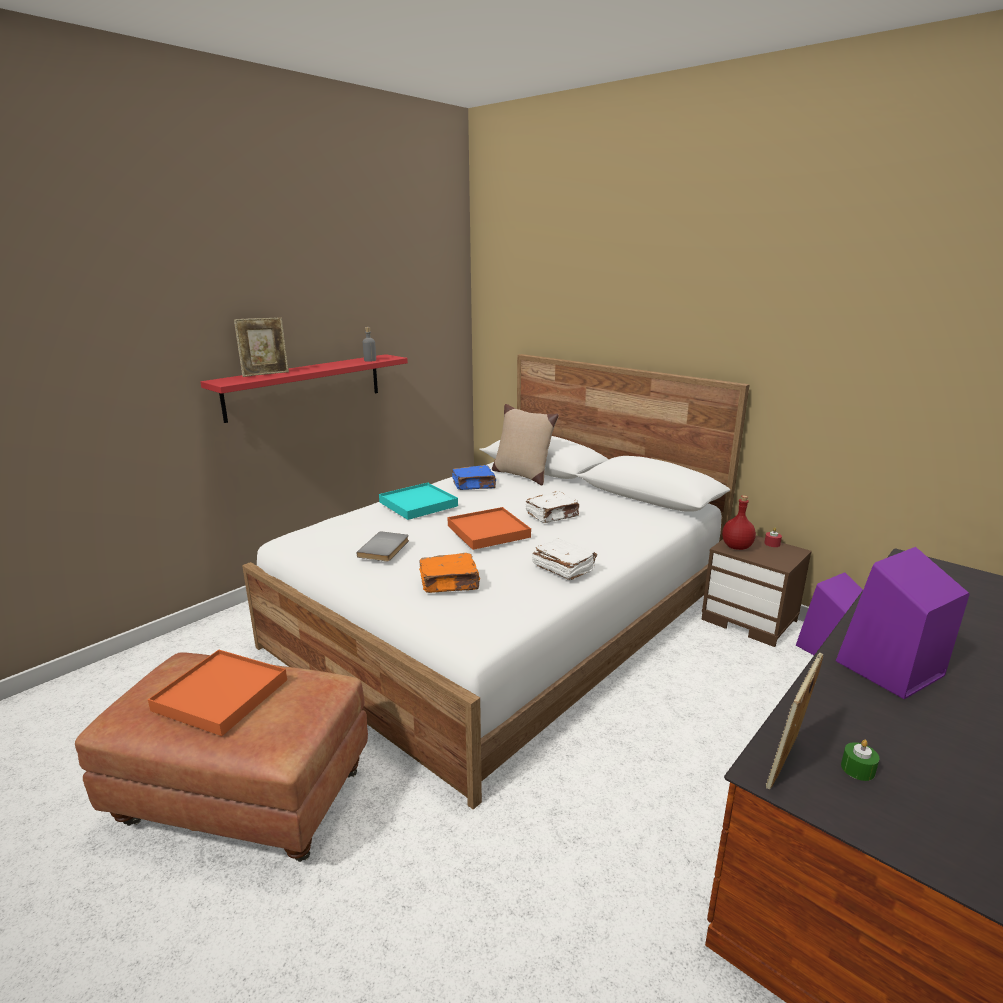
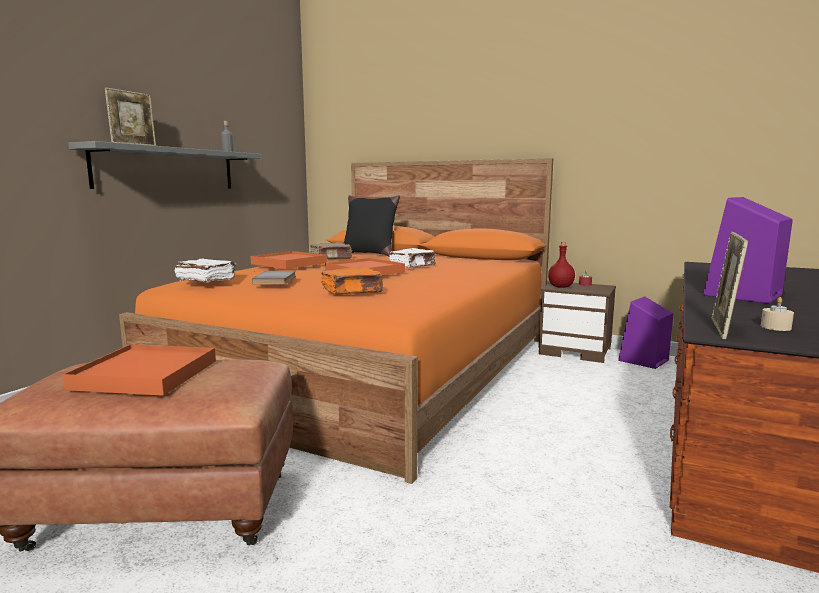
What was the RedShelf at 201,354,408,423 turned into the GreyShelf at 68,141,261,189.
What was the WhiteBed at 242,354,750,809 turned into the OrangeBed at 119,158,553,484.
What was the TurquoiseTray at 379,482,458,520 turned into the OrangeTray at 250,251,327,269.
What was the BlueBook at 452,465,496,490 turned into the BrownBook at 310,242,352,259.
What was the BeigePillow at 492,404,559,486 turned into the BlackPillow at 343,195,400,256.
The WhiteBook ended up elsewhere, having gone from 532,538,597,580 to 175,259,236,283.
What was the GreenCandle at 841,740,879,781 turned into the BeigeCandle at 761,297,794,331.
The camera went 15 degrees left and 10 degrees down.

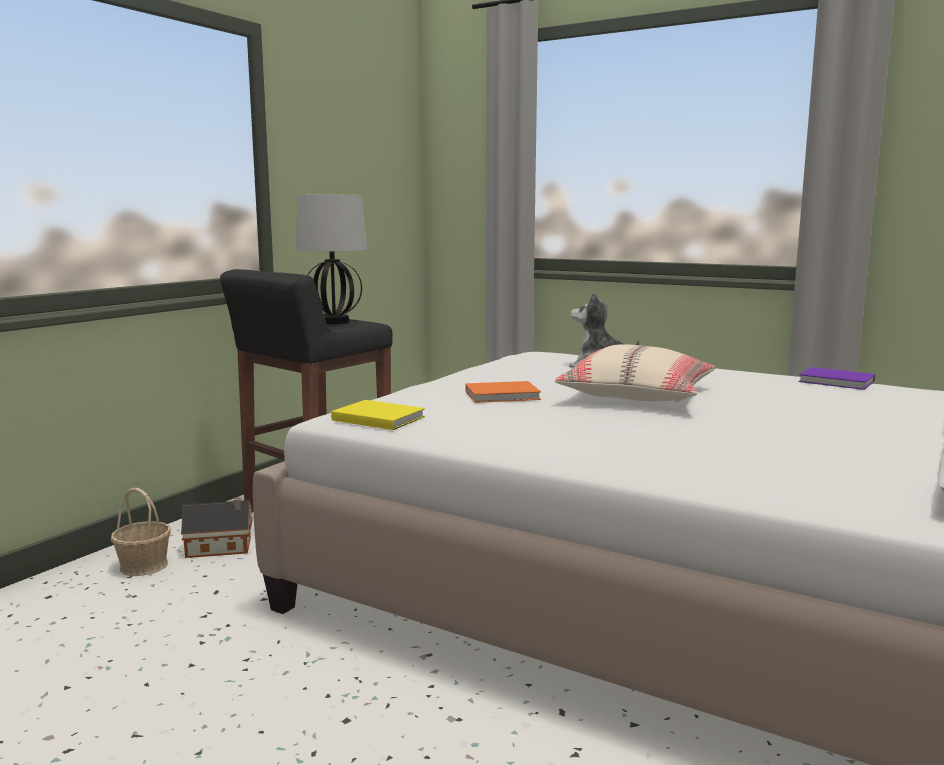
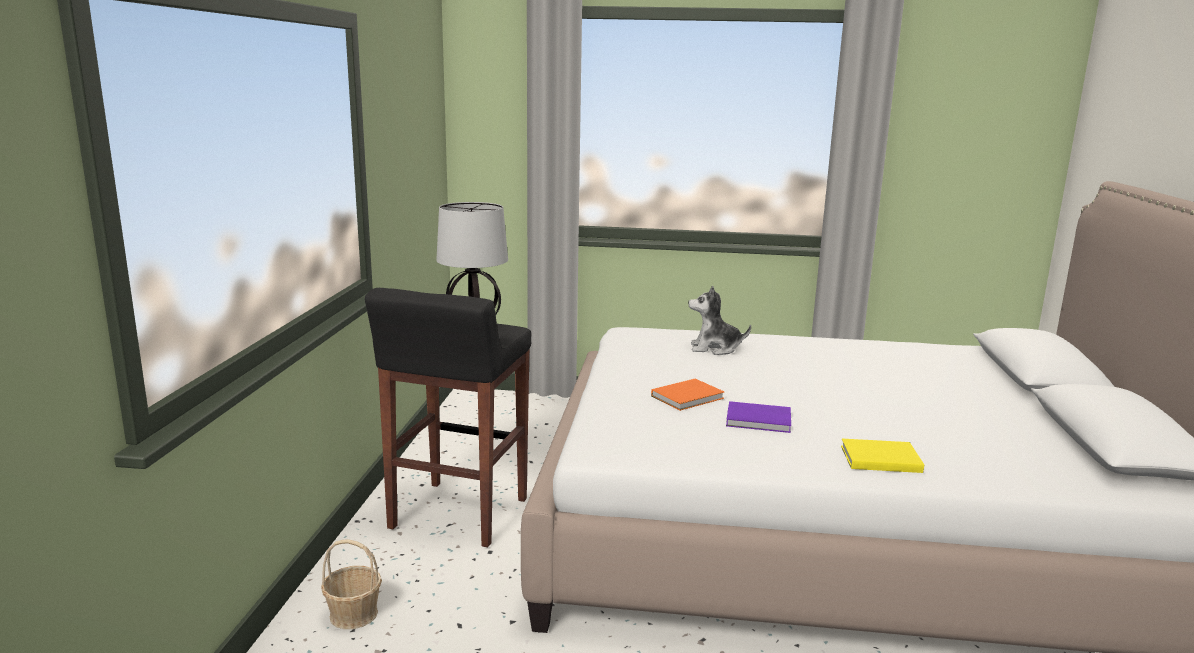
The second view lost the ToyHouse at 181,497,253,558.
The YellowBook ended up elsewhere, having gone from 331,400,425,430 to 841,439,924,473.
The second view lost the BeigePillow at 555,344,715,402.
The PurpleBook ended up elsewhere, having gone from 798,367,875,390 to 726,401,791,433.
The camera went 25 degrees left and 5 degrees up.

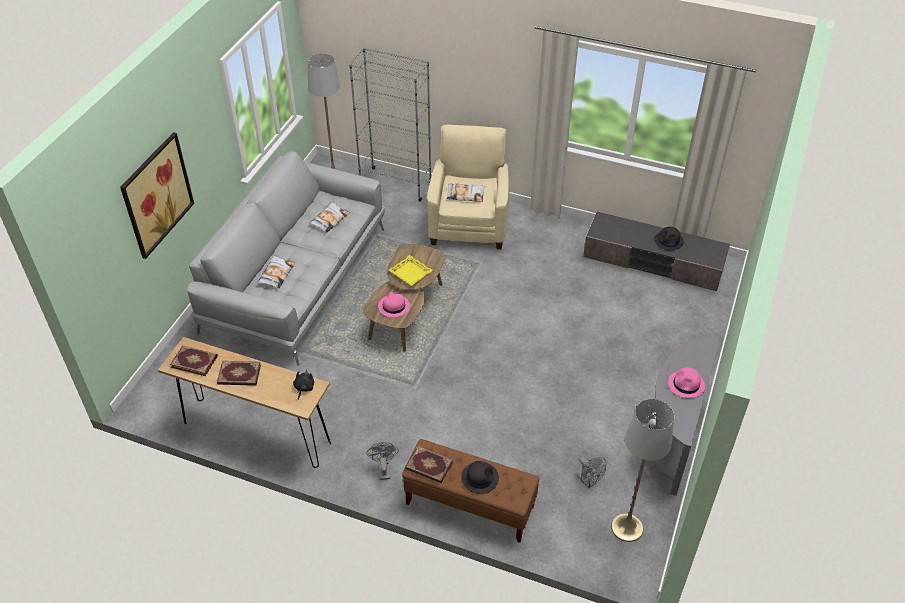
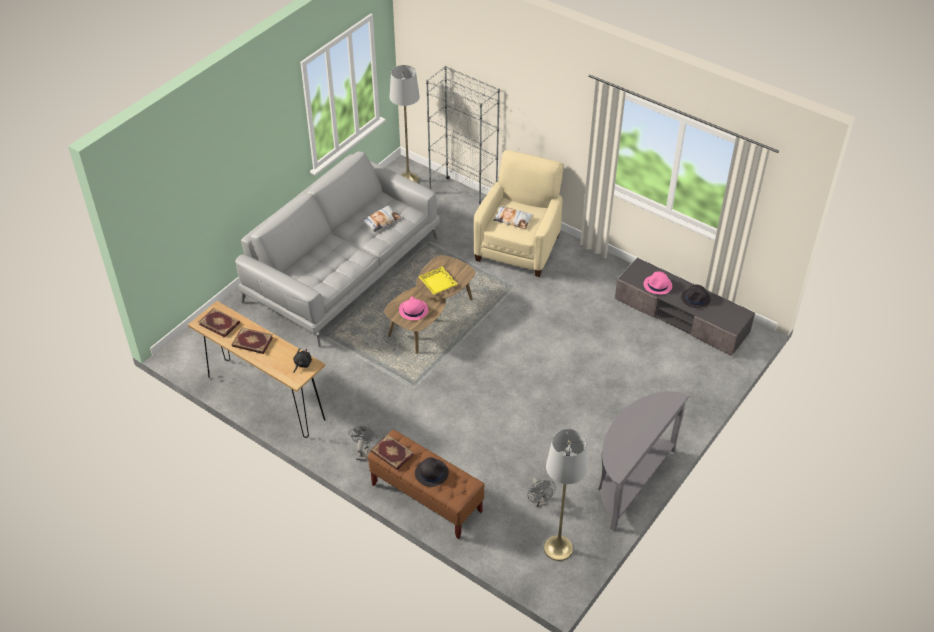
The second view lost the Picture at 120,132,194,259.
The second view lost the Pillow at 258,255,295,288.
The PinkHat ended up elsewhere, having gone from 668,367,705,398 to 644,271,672,294.
The camera went 15 degrees right and 0 degrees up.

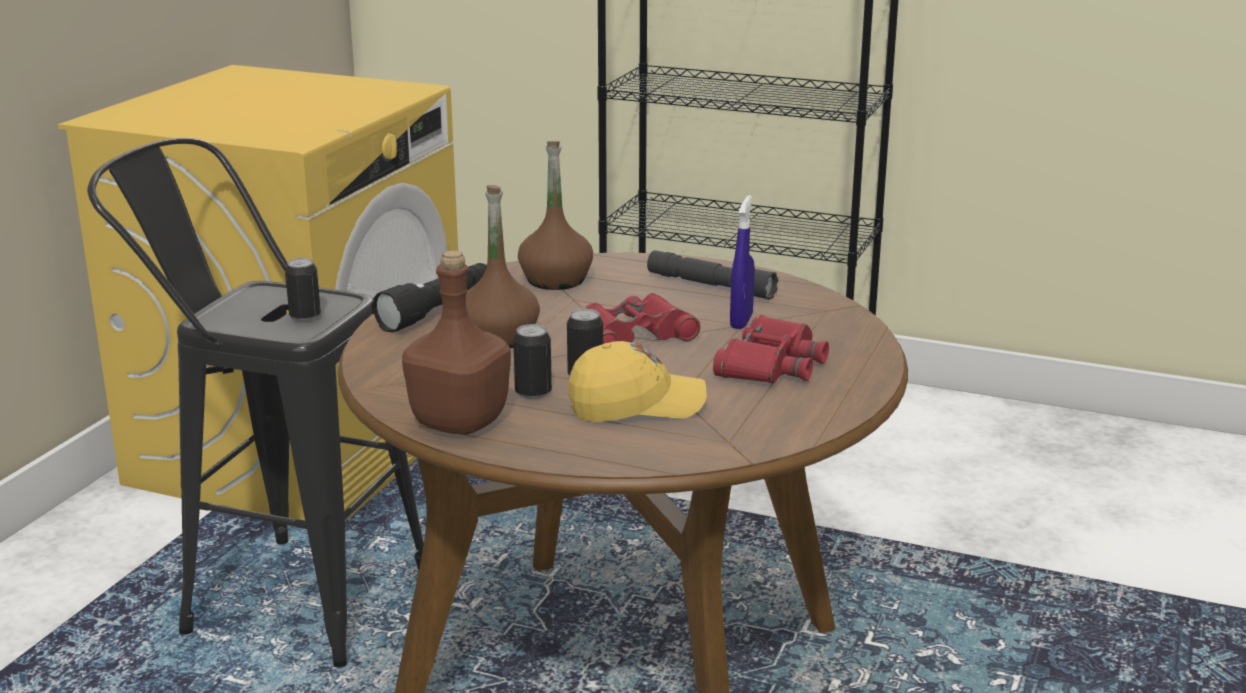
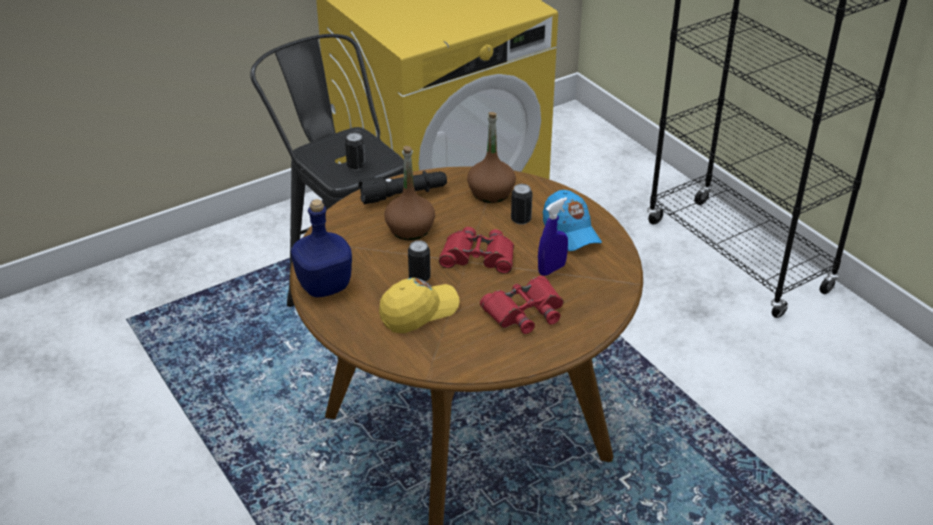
What was the BrownBottle at 402,250,511,435 turned into the BlueBottle at 291,199,352,297.
The Can ended up elsewhere, having gone from 513,324,552,399 to 511,184,532,225.
The YellowCap at 568,341,707,423 ended up facing another way, 60 degrees counterclockwise from before.
Where the GreyFlashlight stood at 647,250,778,300, the BlueCap came to stand at 543,190,602,251.
The camera went 35 degrees right and 15 degrees up.

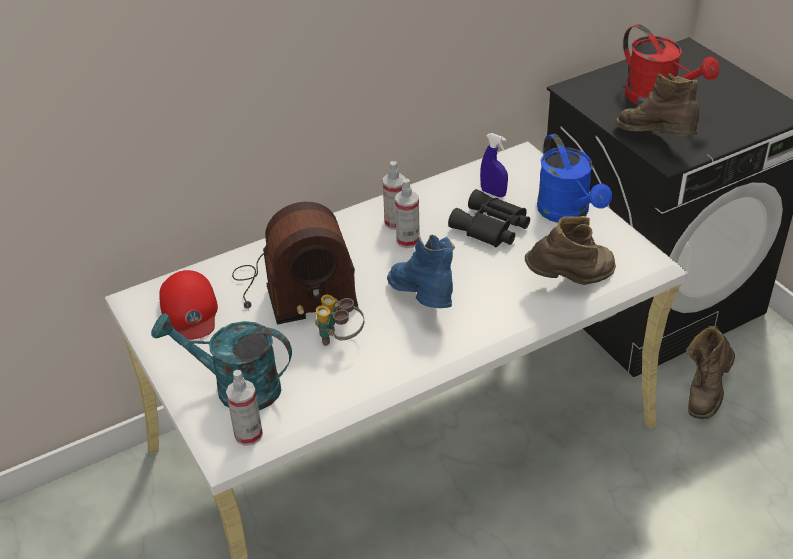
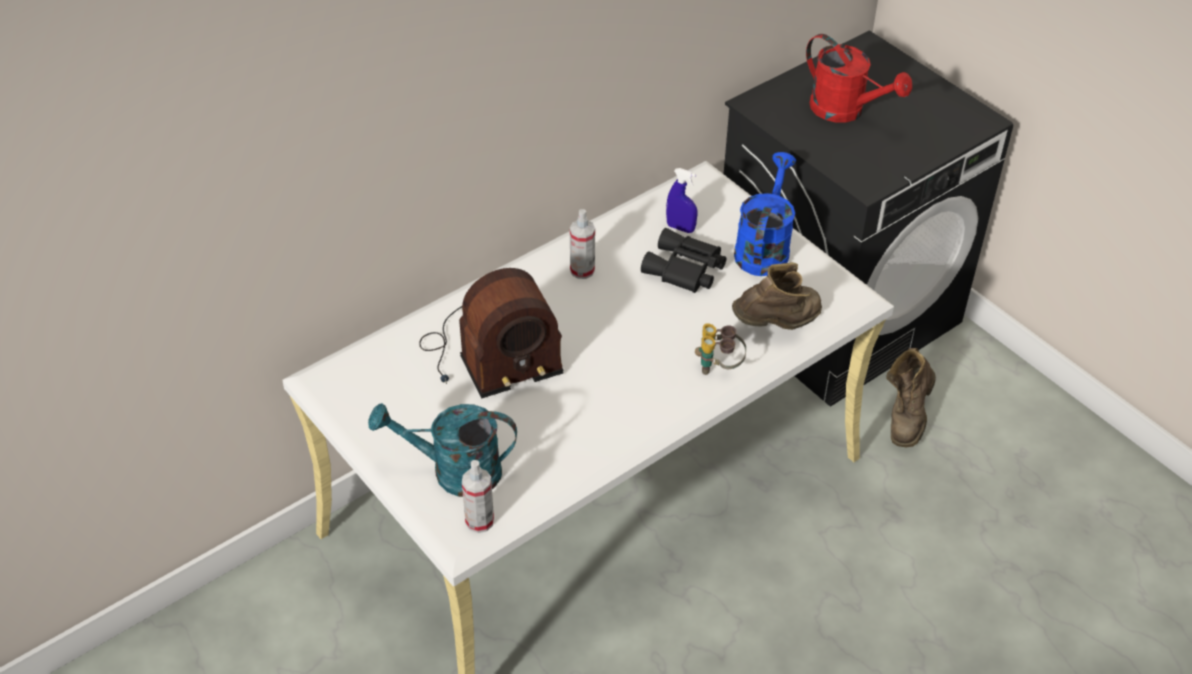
The second view lost the RedCap at 159,270,218,340.
The Binoculars ended up elsewhere, having gone from 315,295,364,346 to 695,323,746,375.
The second view lost the BlueBoot at 387,235,455,308.
The second view lost the SprayBottle at 395,178,420,248.
The BlueWateringCan at 537,134,612,223 ended up facing another way, 135 degrees counterclockwise from before.
The second view lost the BrownBoot at 615,73,699,136.
The camera went 10 degrees left and 5 degrees up.

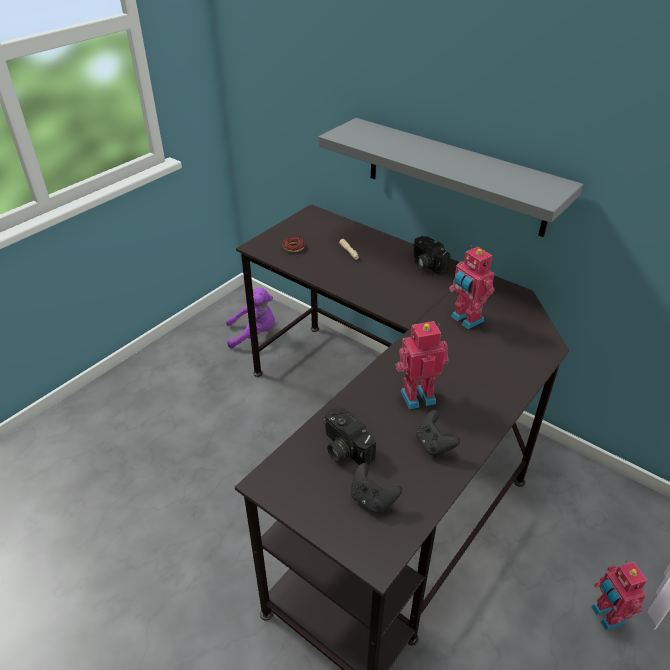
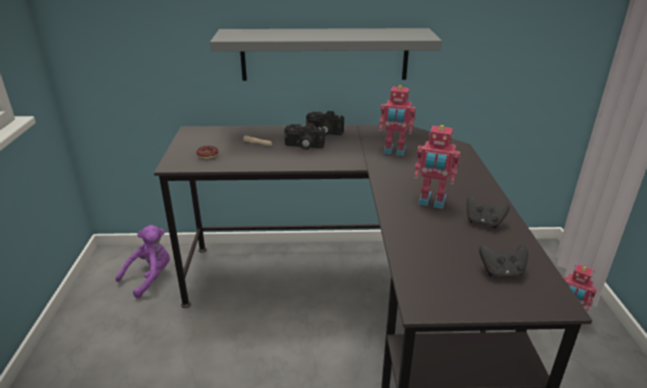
The PhotoCamera ended up elsewhere, having gone from 323,407,376,465 to 284,123,325,150.
The ToyRobot at 395,321,449,409 ended up facing another way, 105 degrees counterclockwise from before.
The camera went 40 degrees left and 10 degrees down.

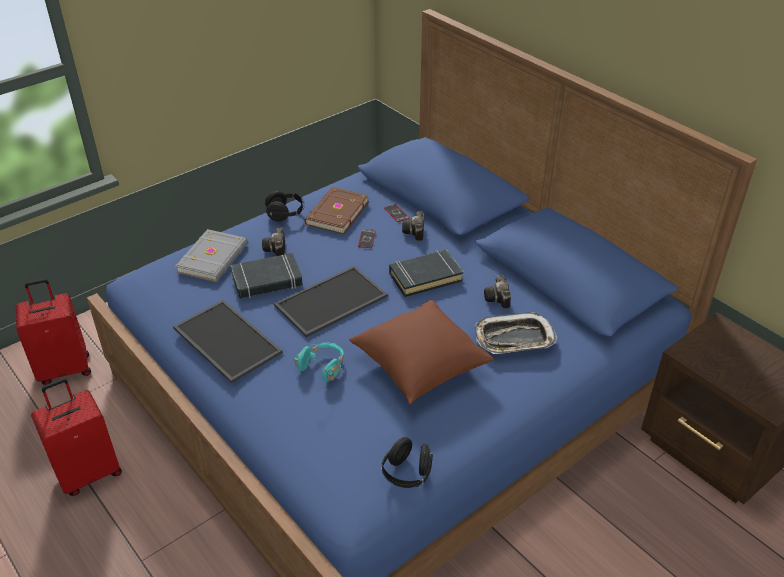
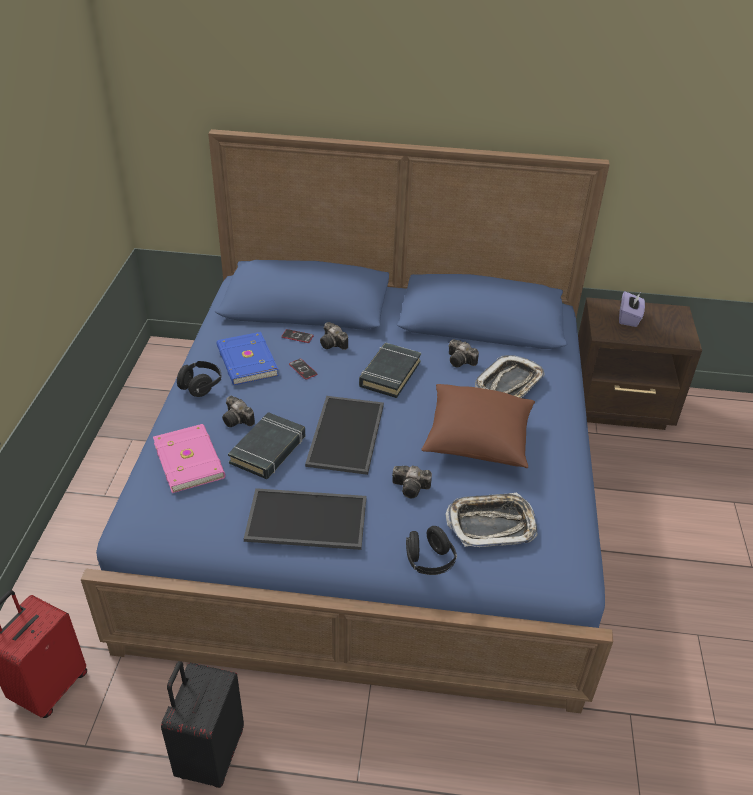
What was the RedSuitcase at 31,378,122,496 turned into the BlackSuitcase at 161,661,244,788.
What was the GreyBook at 175,229,248,282 turned into the PinkBook at 153,424,225,493.
Where the TurquoiseHeadphones stood at 294,342,344,382, the PhotoCamera came to stand at 392,465,432,498.
What was the BrownBook at 304,187,369,234 turned into the BlueBook at 217,332,279,385.
The BlackHeadphones ended up elsewhere, having gone from 381,437,433,488 to 406,526,457,575.
The second view gained the Tray at 445,492,537,547.
The second view gained the PurpleTissueBox at 619,291,645,327.
The camera went 45 degrees left and 0 degrees up.

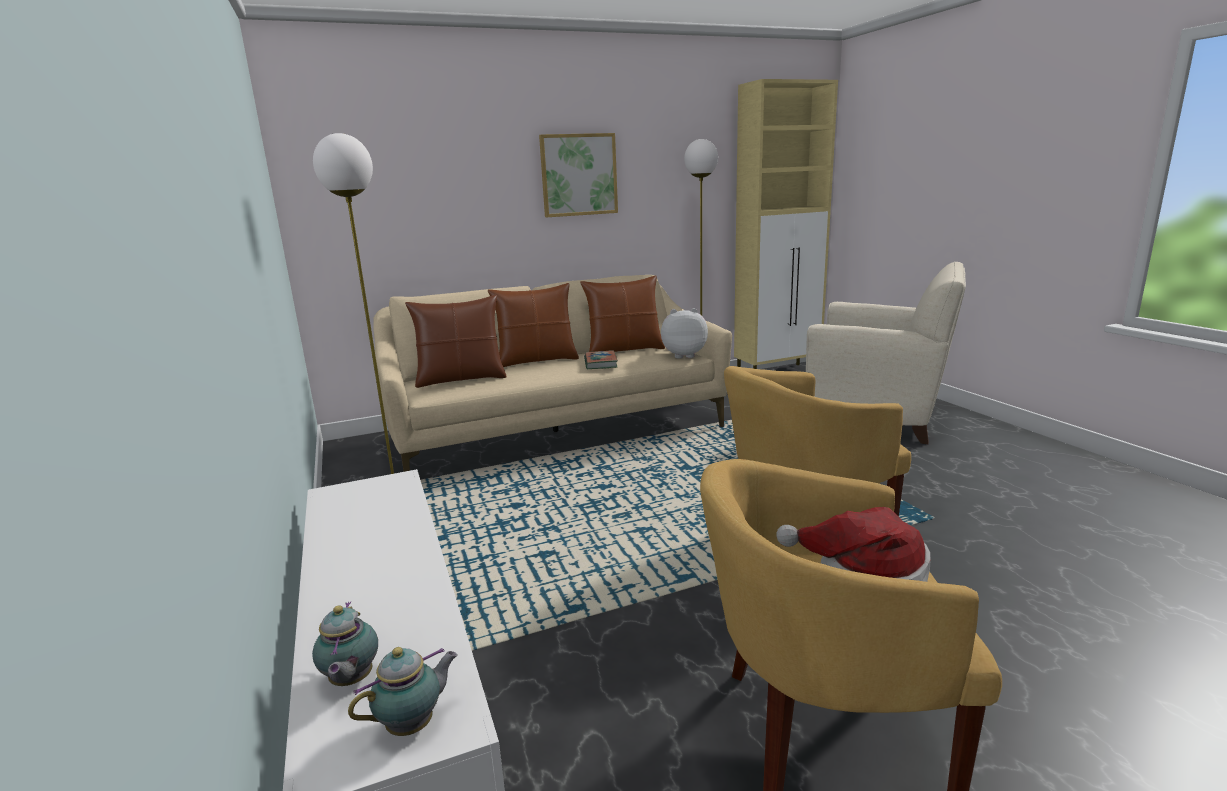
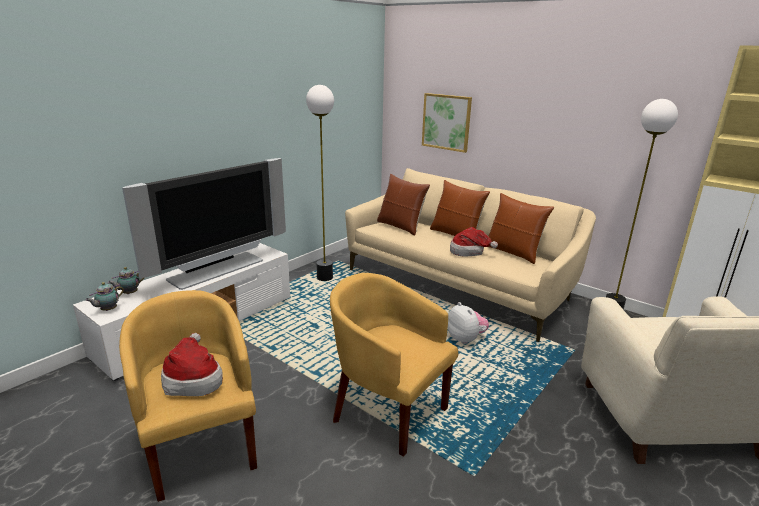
The Teapot at 348,647,458,736 ended up facing another way, 105 degrees clockwise from before.
The Picture ended up elsewhere, having gone from 539,133,618,217 to 422,93,472,153.
Where the Book stood at 584,351,618,369, the Hat came to stand at 450,227,498,256.
The PlushToy ended up elsewhere, having gone from 661,308,708,358 to 448,302,489,344.
The second view gained the Television at 122,158,286,290.
The camera went 60 degrees right and 5 degrees up.

